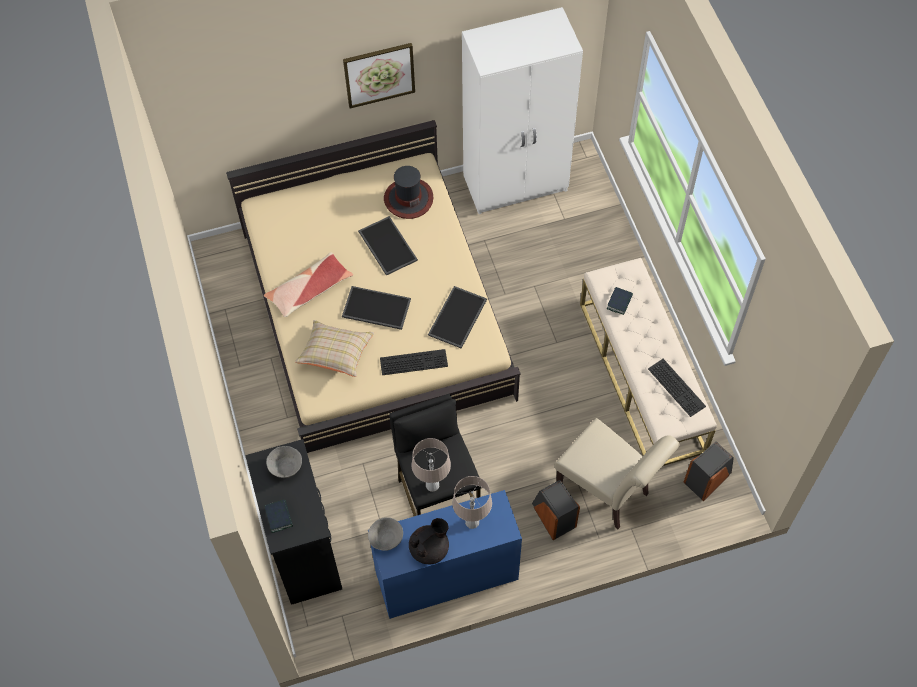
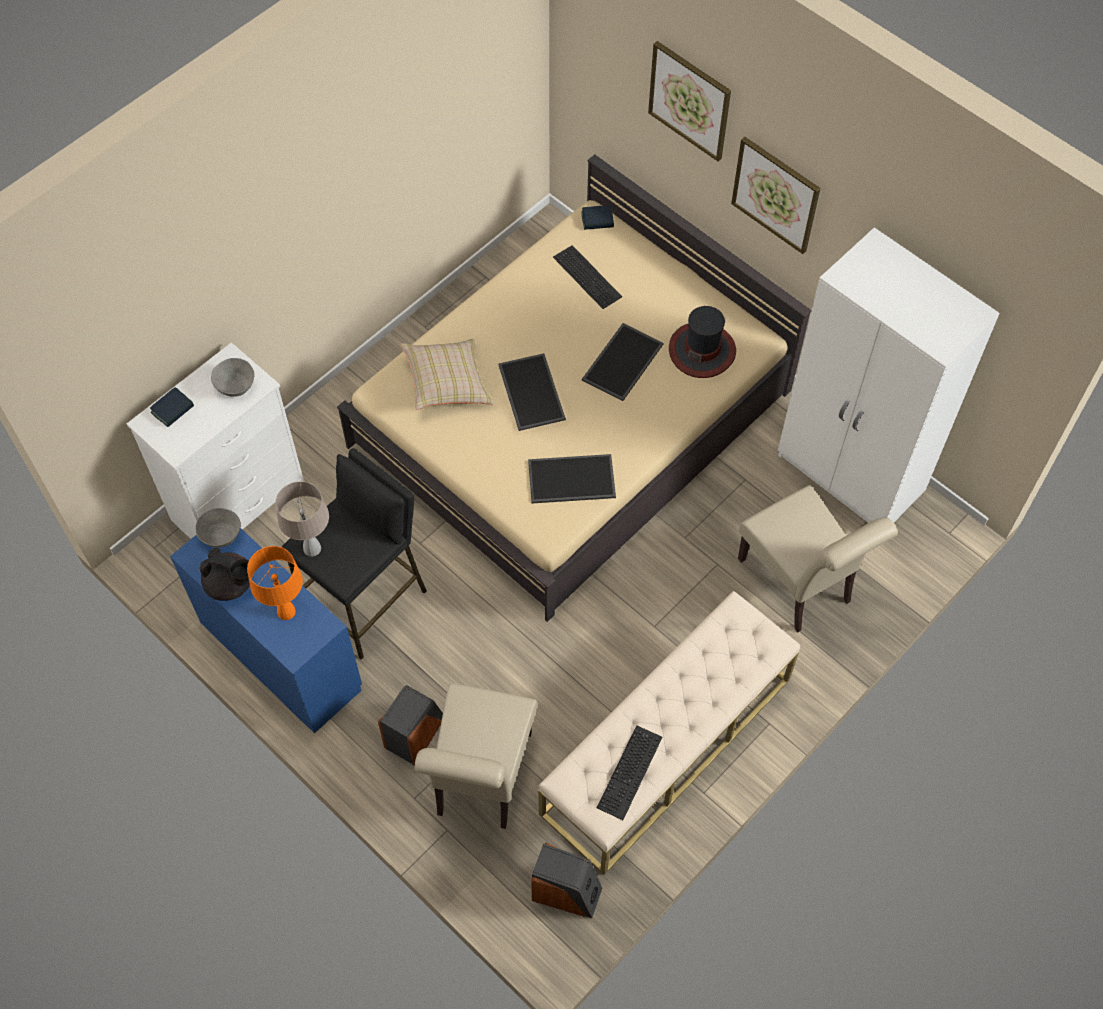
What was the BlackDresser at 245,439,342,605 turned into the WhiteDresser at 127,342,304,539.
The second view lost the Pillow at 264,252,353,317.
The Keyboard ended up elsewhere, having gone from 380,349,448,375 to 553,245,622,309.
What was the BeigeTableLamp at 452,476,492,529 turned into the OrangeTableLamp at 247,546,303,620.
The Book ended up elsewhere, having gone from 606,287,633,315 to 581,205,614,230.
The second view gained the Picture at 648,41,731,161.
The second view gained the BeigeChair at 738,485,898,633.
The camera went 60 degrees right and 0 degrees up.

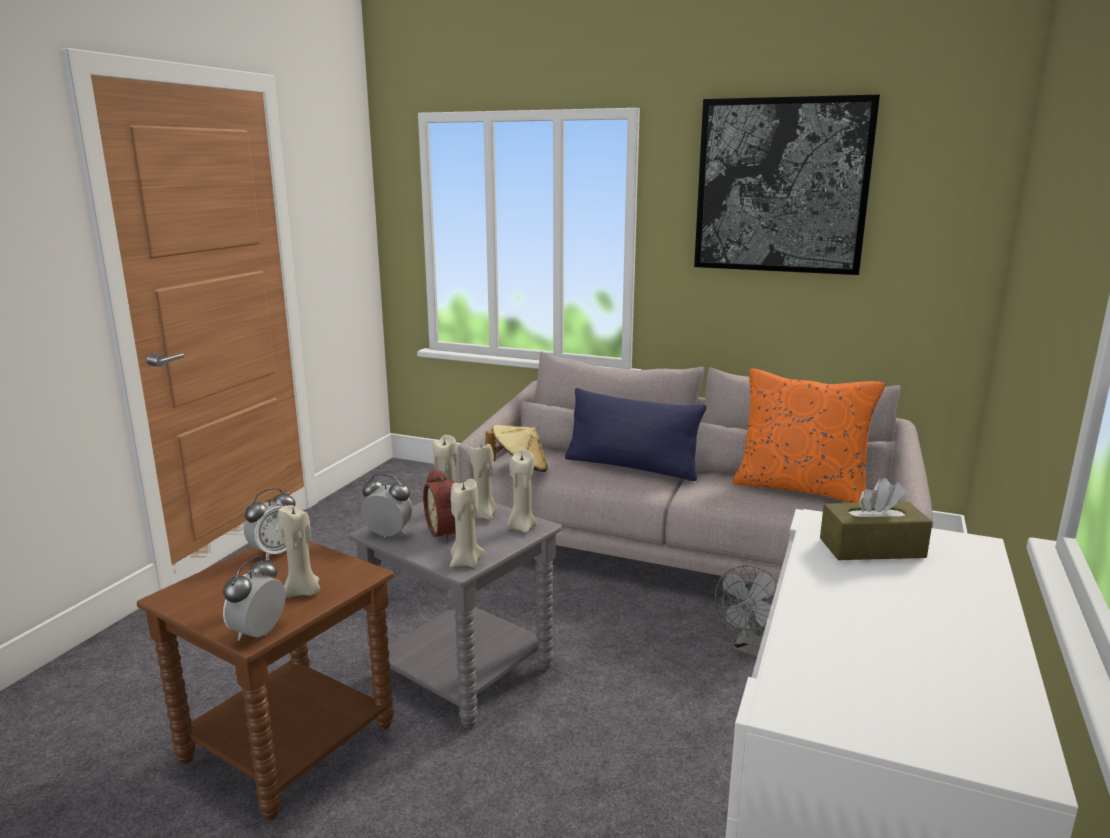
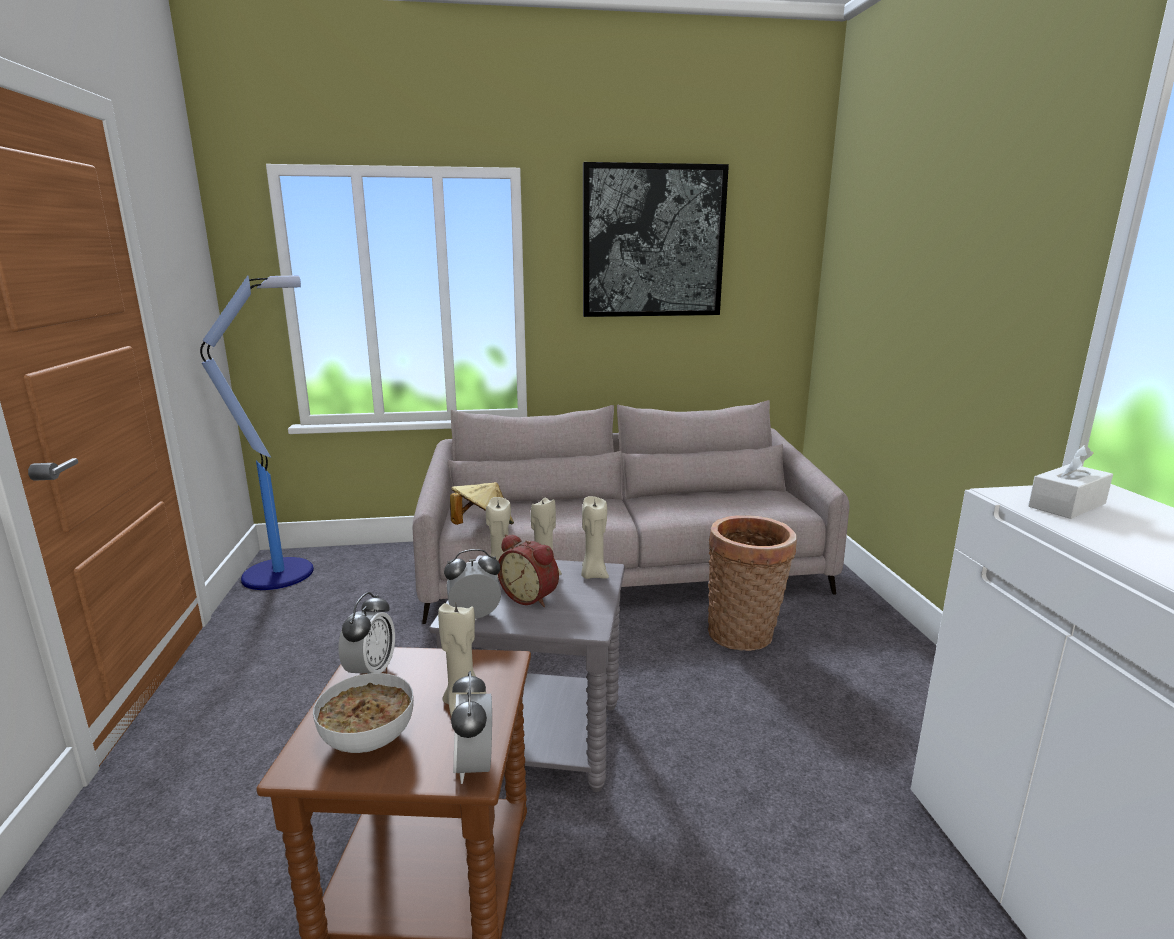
The second view lost the BeigeCandle at 450,479,485,567.
The second view lost the BluePillow at 565,388,707,481.
Where the GreyFan stood at 715,565,778,657, the Basket came to stand at 708,515,797,651.
The second view lost the OrangePillow at 732,369,886,503.
What was the BrownTissueBox at 820,478,933,560 turned into the WhiteTissueBox at 1028,445,1113,519.
The second view gained the FloorLamp at 200,275,314,590.
The second view gained the Bowl at 313,673,414,753.
The camera went 30 degrees left and 0 degrees up.

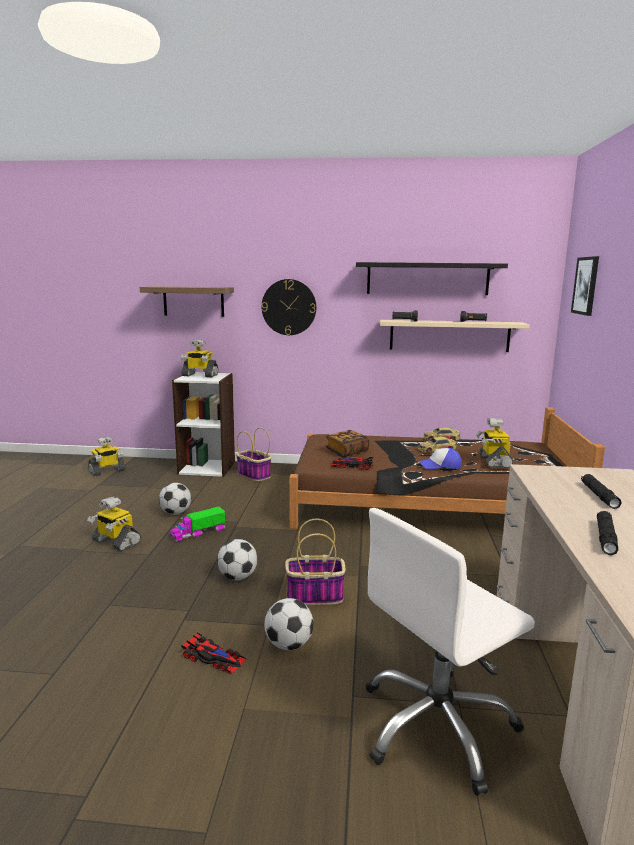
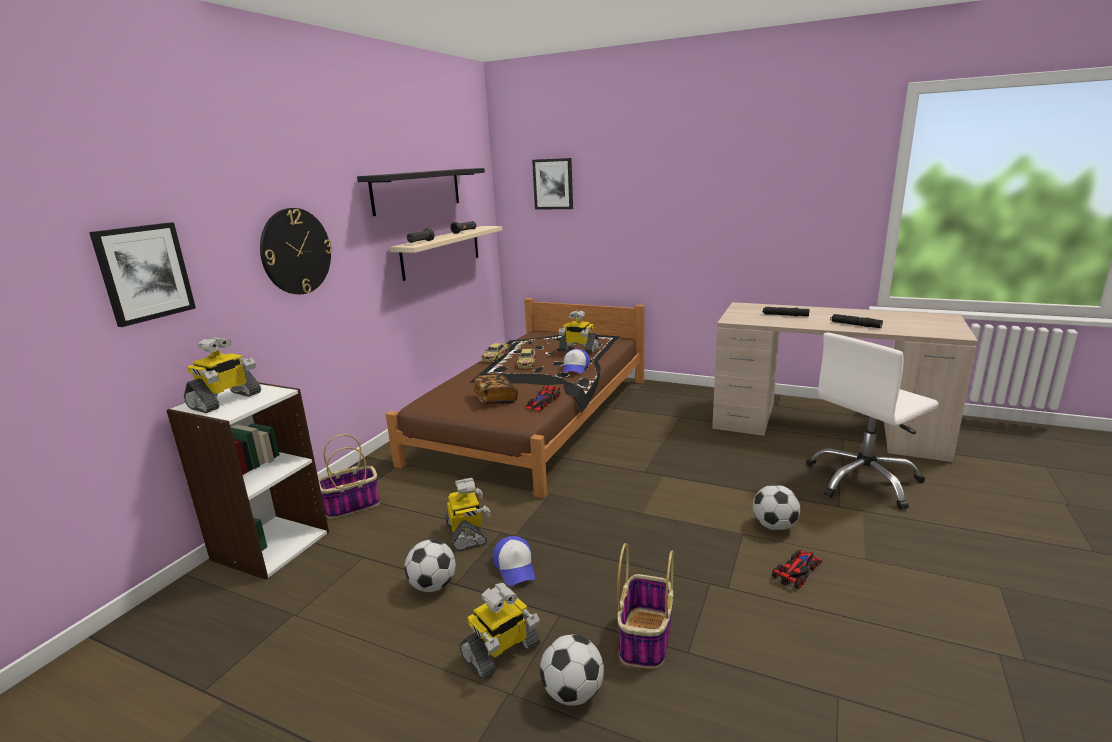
The ToyRobot ended up elsewhere, having gone from 88,437,126,476 to 445,478,491,551.
Where the Shelf hung at 140,286,234,317, the Picture came to hang at 89,222,196,327.
Where the ToyTruck stood at 170,507,225,542, the Cap came to stand at 493,536,535,586.
The Football ended up elsewhere, having gone from 217,539,258,580 to 540,635,604,706.
The Basket ended up elsewhere, having gone from 285,518,346,605 to 617,543,674,669.
The WhiteOfficeChair at 365,508,535,796 ended up facing another way, 75 degrees clockwise from before.
The camera went 70 degrees left and 5 degrees up.

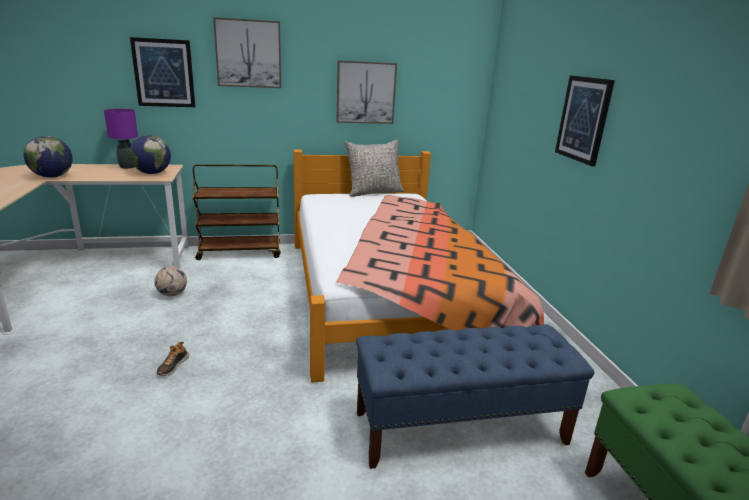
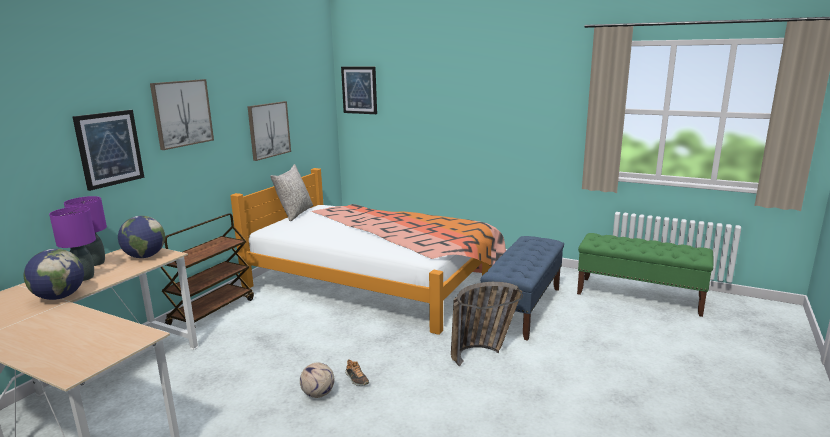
The Football ended up elsewhere, having gone from 154,266,187,296 to 300,362,334,398.
The Picture ended up elsewhere, having gone from 555,75,615,166 to 341,67,377,114.
The second view gained the PurpleTableLamp at 49,206,96,281.
The second view gained the Basket at 451,282,523,366.
The camera went 50 degrees left and 5 degrees down.

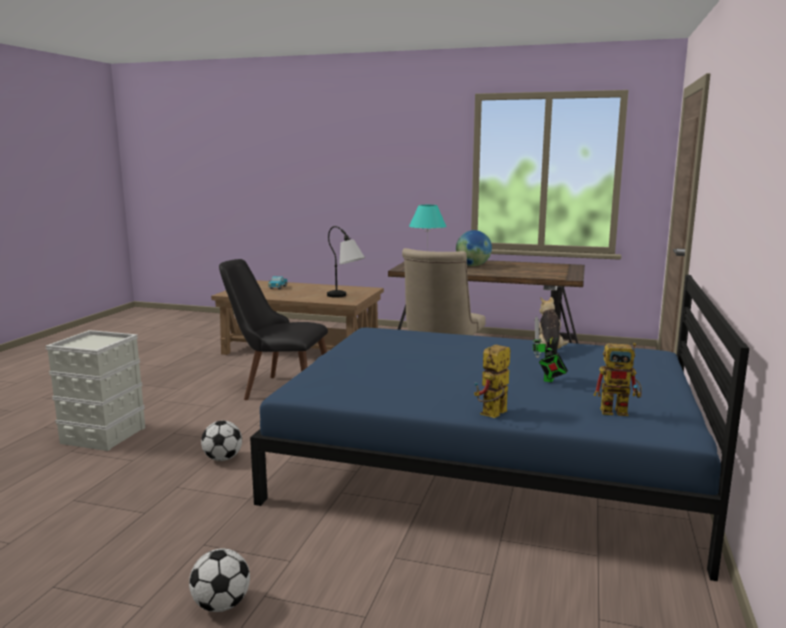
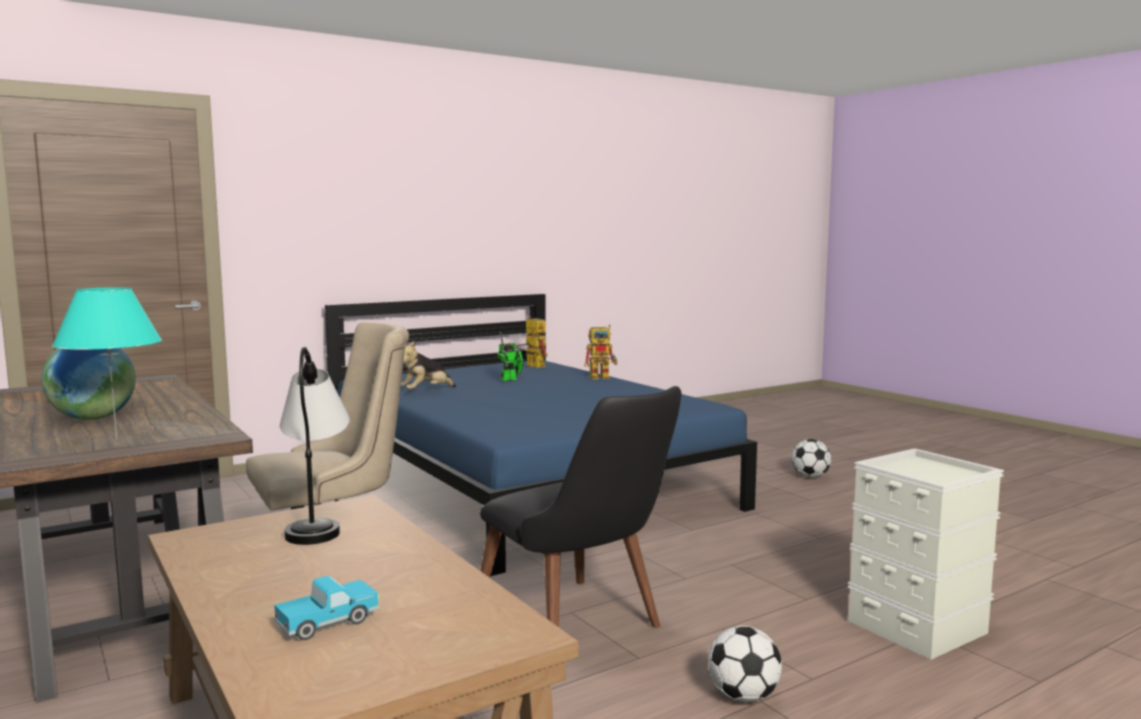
The Football ended up elsewhere, having gone from 201,421,242,461 to 708,626,782,702.
The camera went 140 degrees left and 5 degrees down.

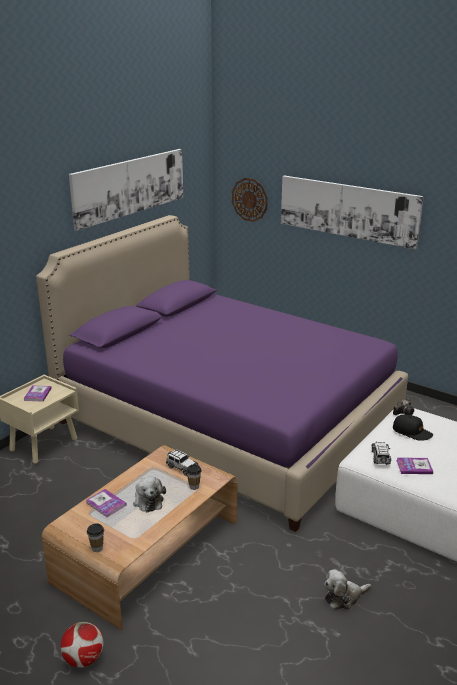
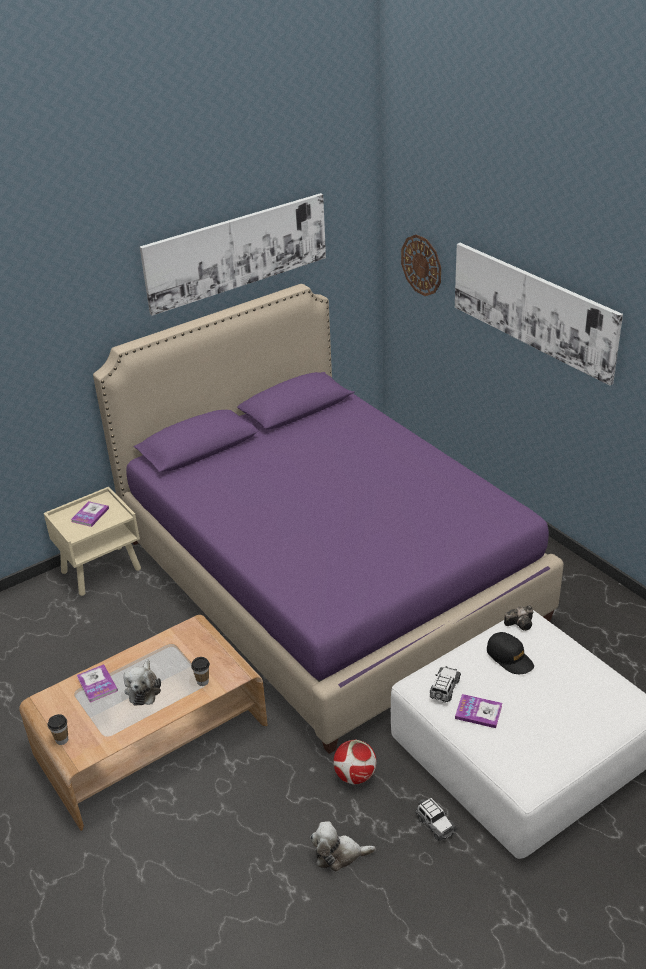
The Football ended up elsewhere, having gone from 61,622,103,668 to 333,740,376,784.
The ToyCar ended up elsewhere, having gone from 166,449,198,476 to 415,798,457,841.
The camera went 20 degrees right and 10 degrees up.

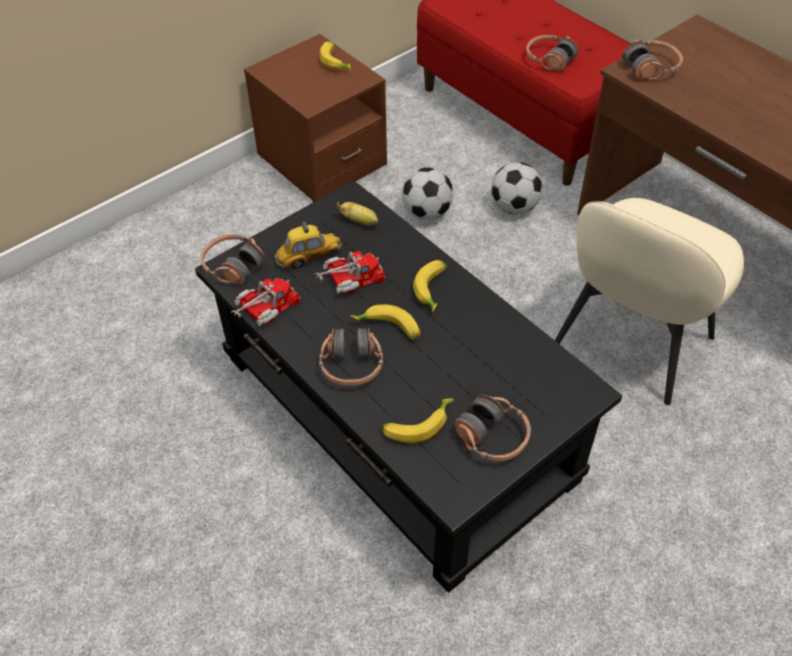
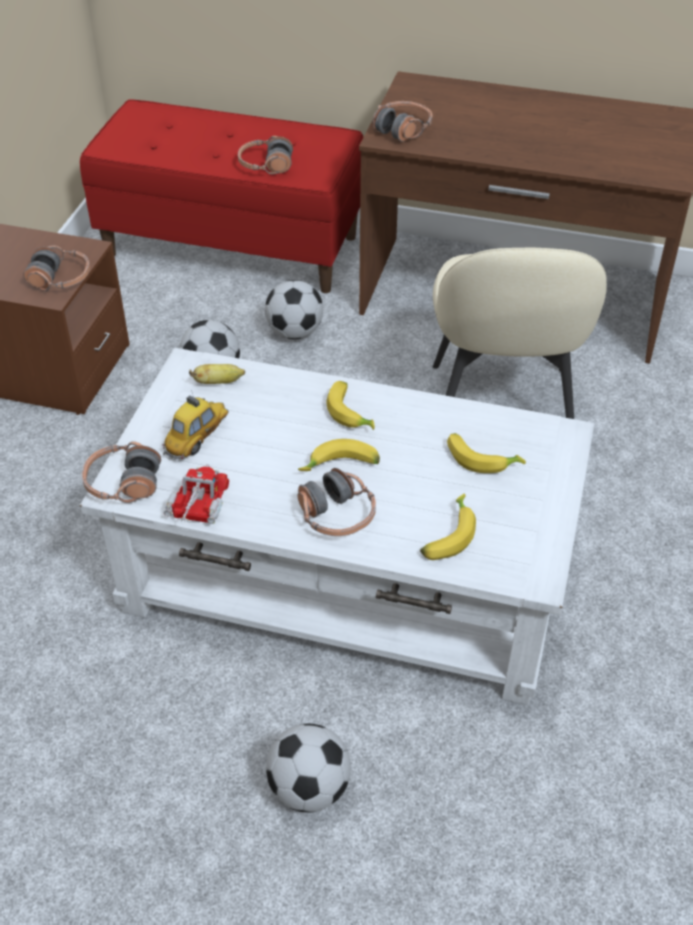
What was the BlackCoffeeTable at 195,180,622,593 turned into the WhiteCoffeeTable at 80,348,595,705.
The second view lost the ToyTruck at 315,251,385,294.
The Banana ended up elsewhere, having gone from 319,42,351,70 to 447,433,526,473.
The Headphones ended up elsewhere, having gone from 454,395,531,461 to 24,245,90,291.
The second view gained the Football at 266,724,351,812.
The camera went 35 degrees left and 5 degrees down.

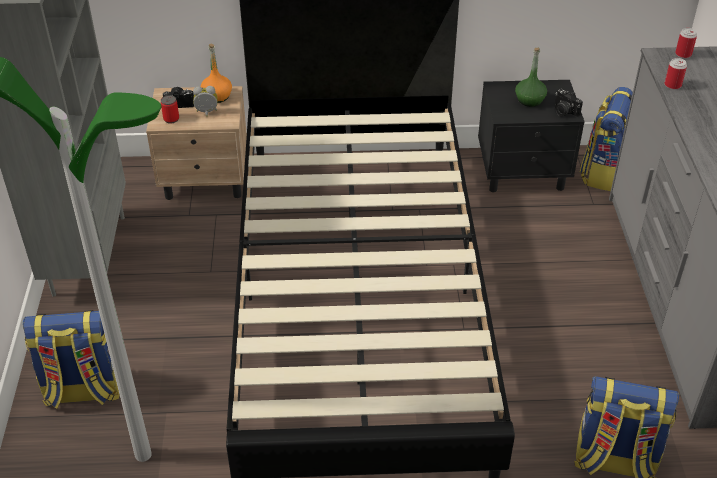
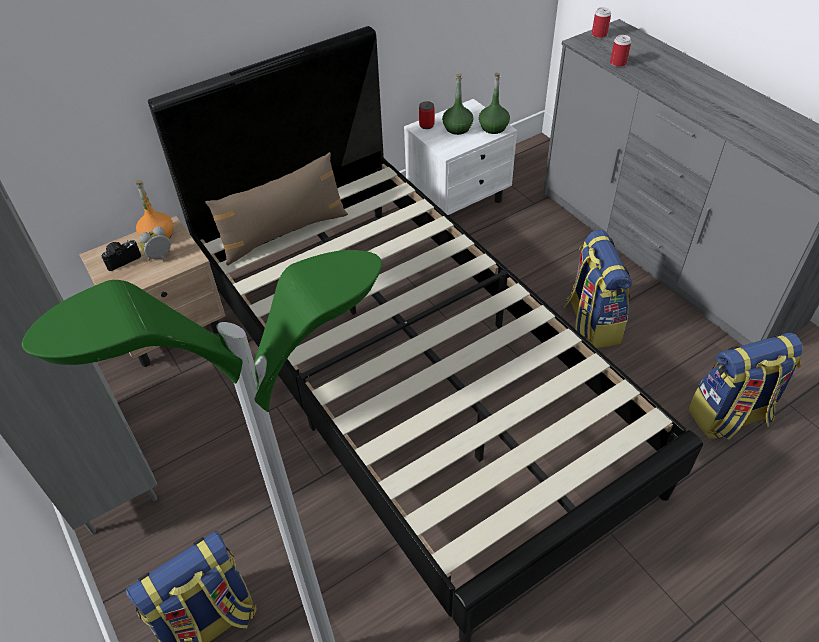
The Can ended up elsewhere, having gone from 161,95,179,124 to 419,101,434,129.
What was the BlackNightstand at 478,80,585,192 turned into the WhiteNightstand at 404,99,517,218.
Where the PhotoCamera stood at 555,89,583,116, the GreenBottle came to stand at 479,73,510,134.
The Backpack ended up elsewhere, having gone from 580,87,633,191 to 564,230,632,348.
The second view gained the BrownPillow at 205,152,348,266.
The camera went 30 degrees left and 5 degrees up.

